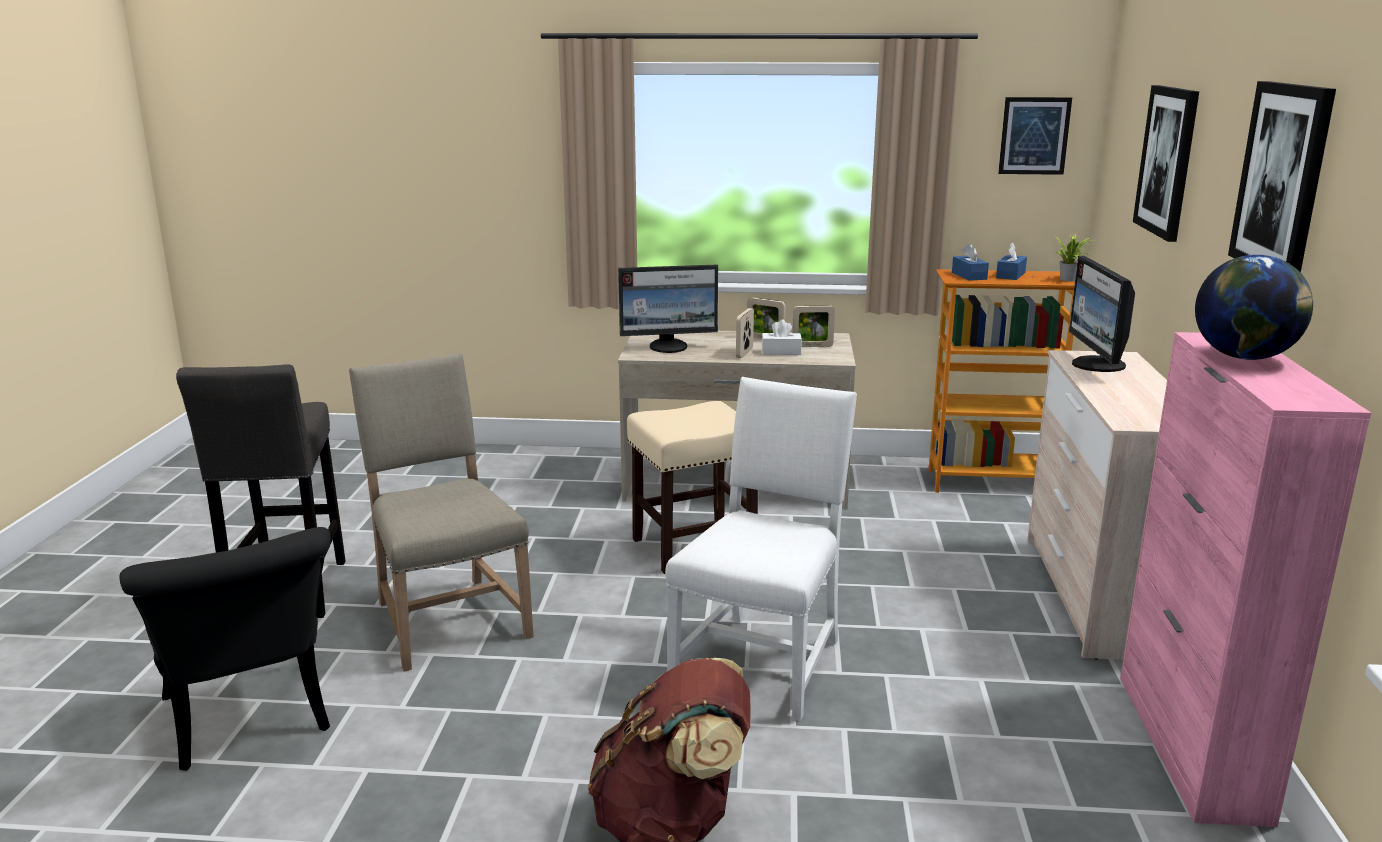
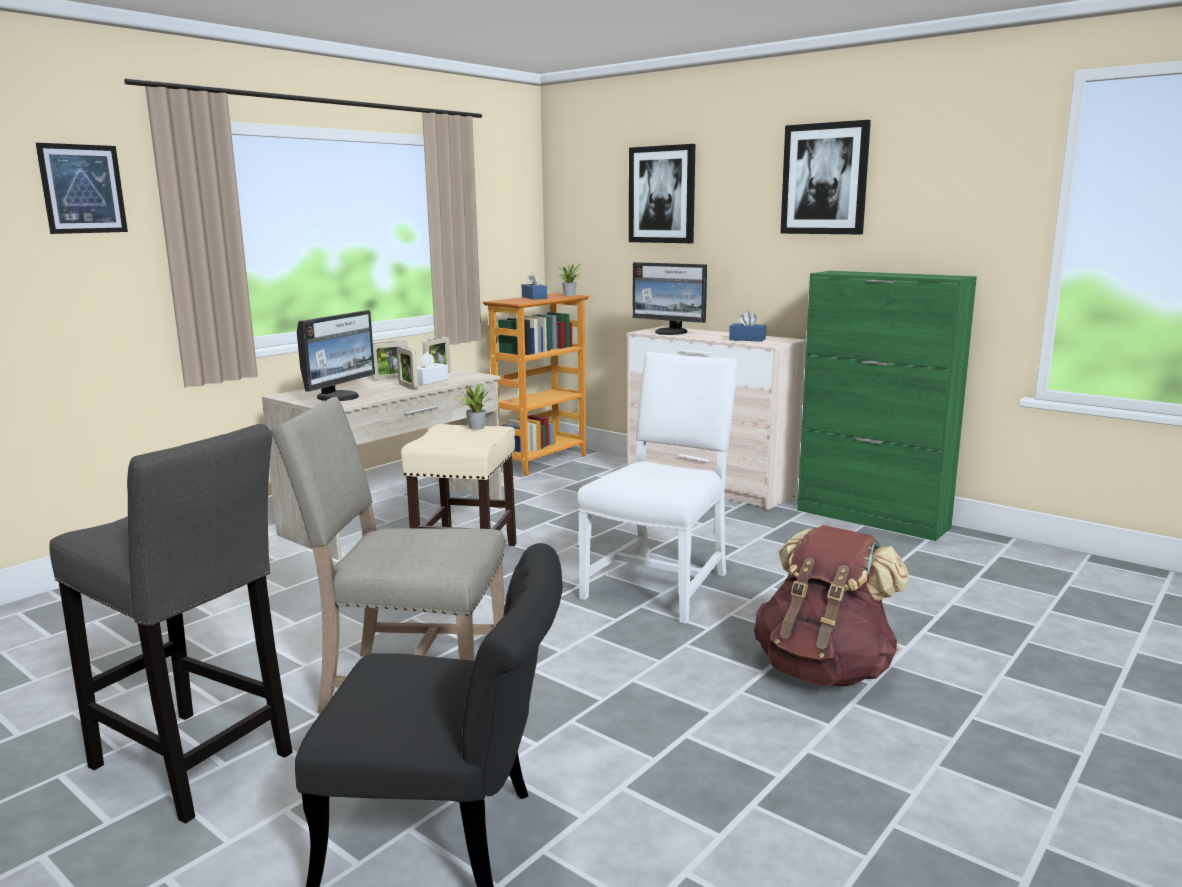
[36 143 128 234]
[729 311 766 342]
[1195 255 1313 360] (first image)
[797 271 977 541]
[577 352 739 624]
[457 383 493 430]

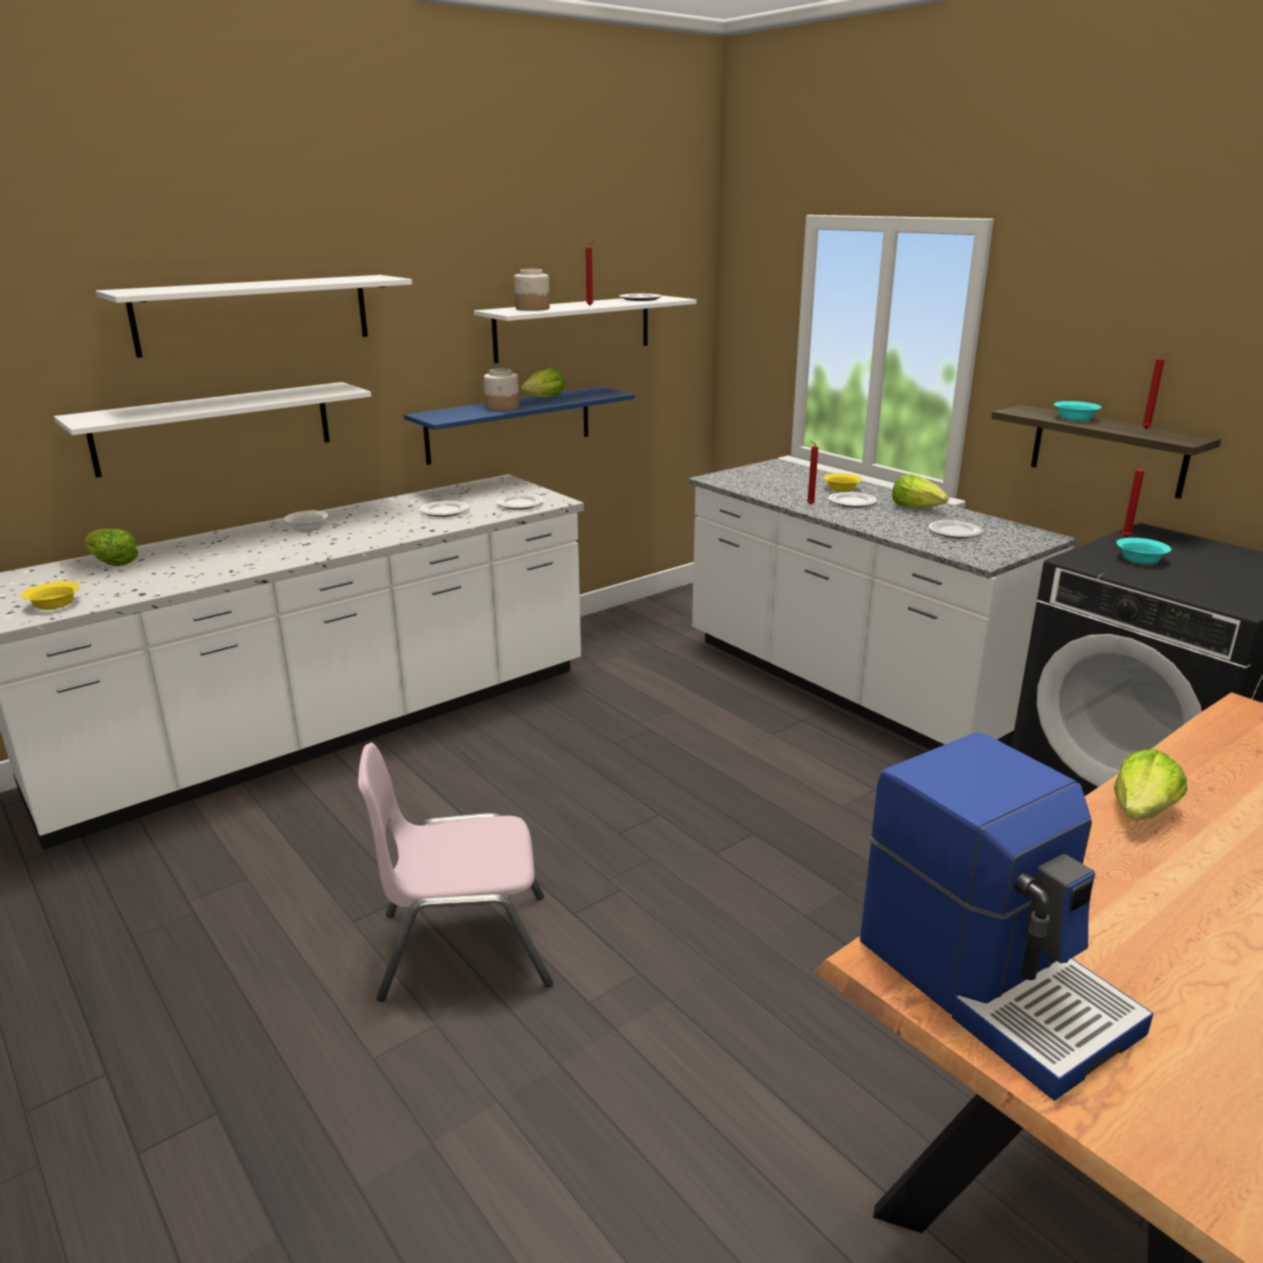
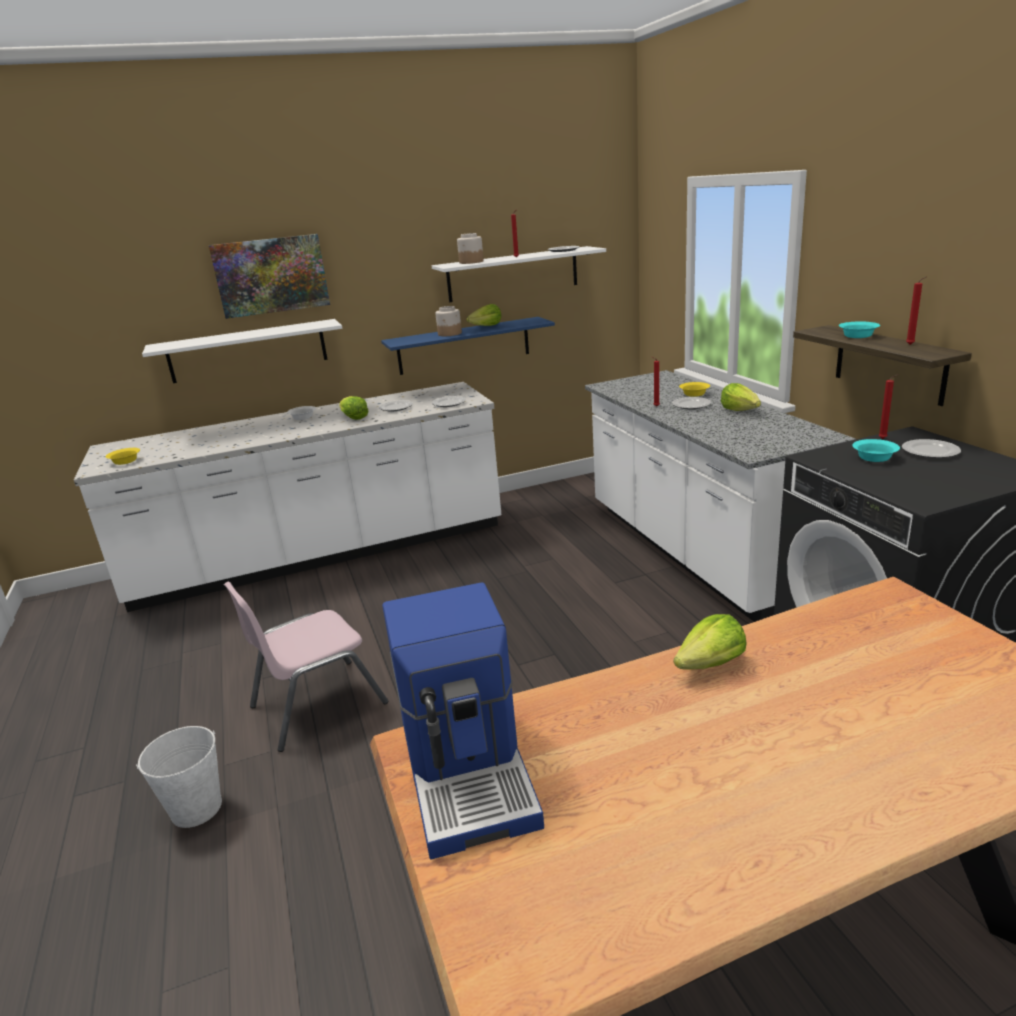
[209 234 330 319]
[902 439 961 458]
[339 396 368 420]
[224 581 388 752]
[136 726 222 828]

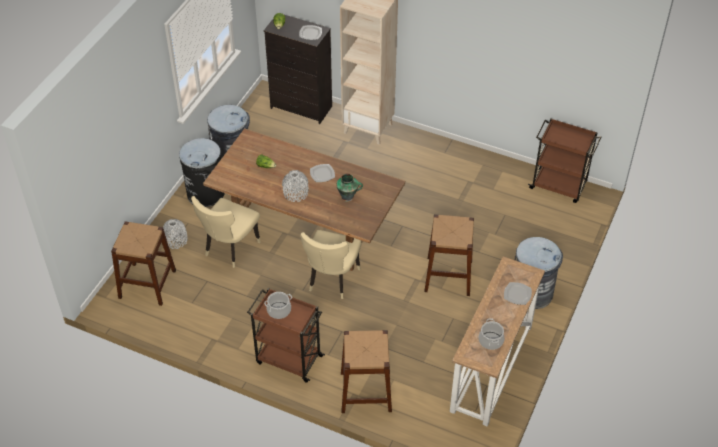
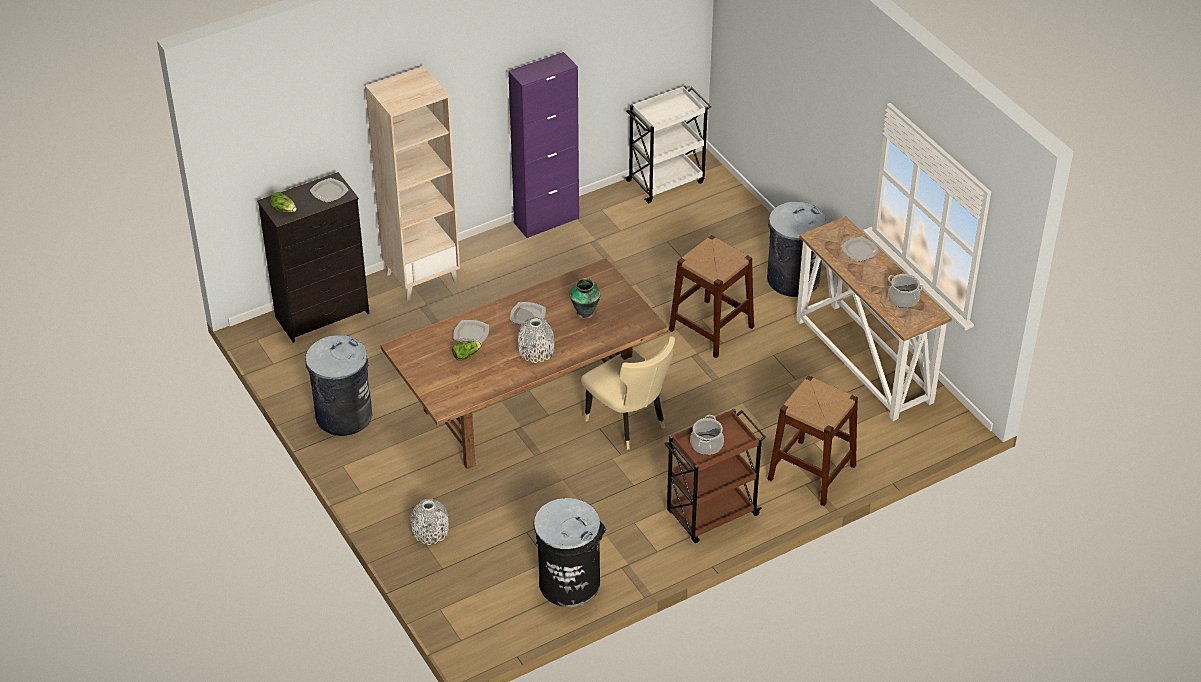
[624 86 711 203]
[534 498 606 608]
[191 196 261 268] (first image)
[111 221 176 306] (first image)
[508 52 579 238]
[453 320 489 344]

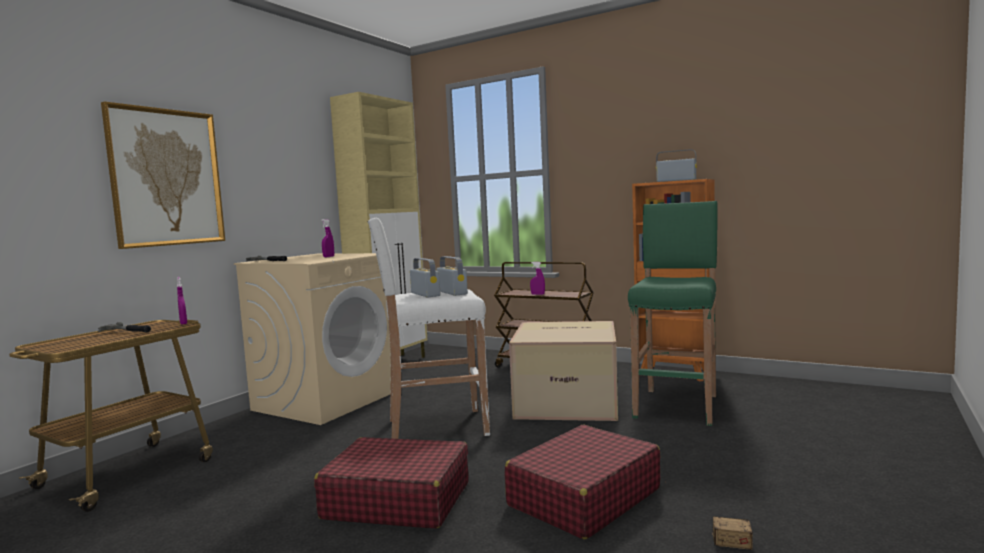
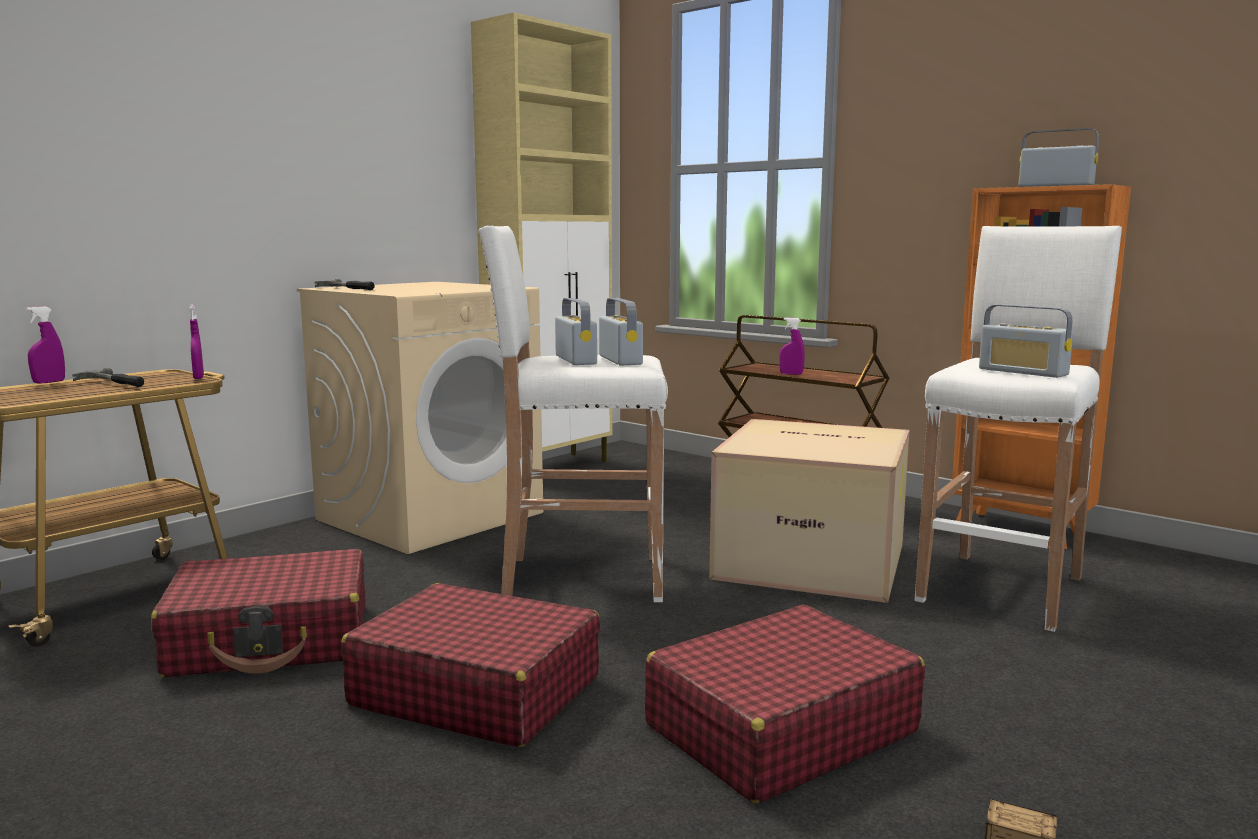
[101 102 225 249] (first image)
[914 226 1122 632]
[26 306 65 384]
[979 304 1073 378]
[151 549 365 677]

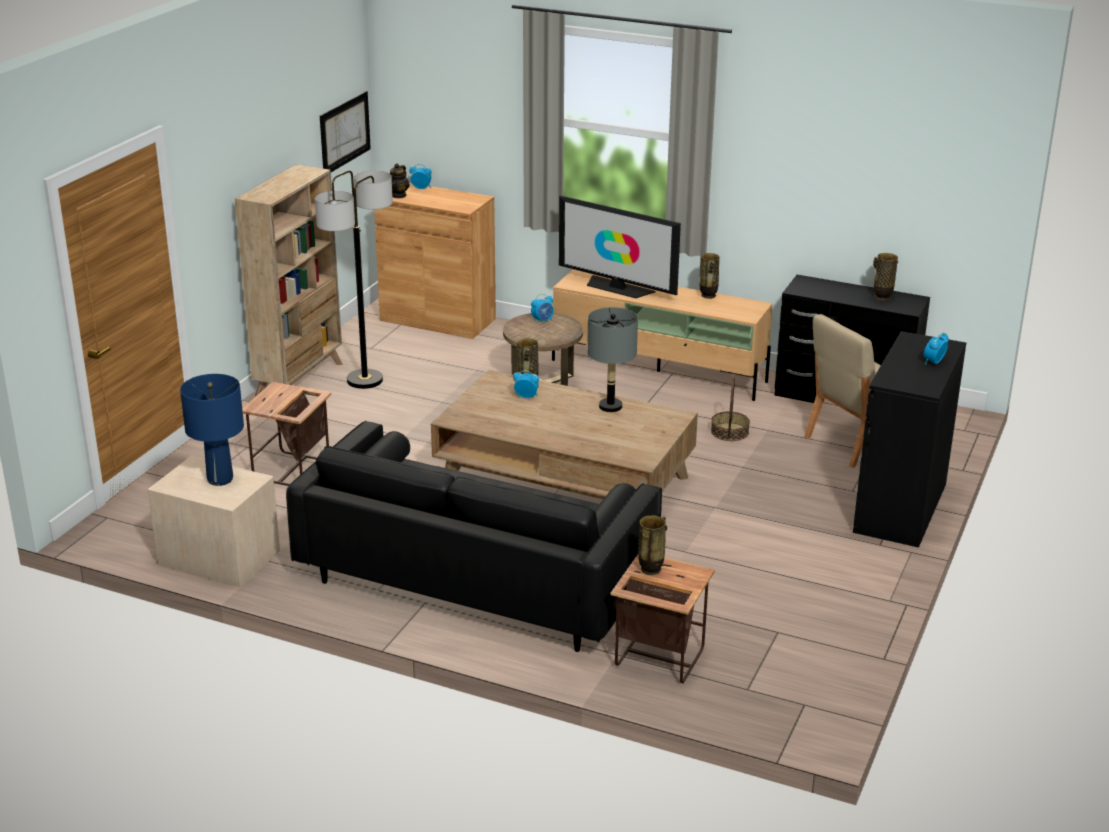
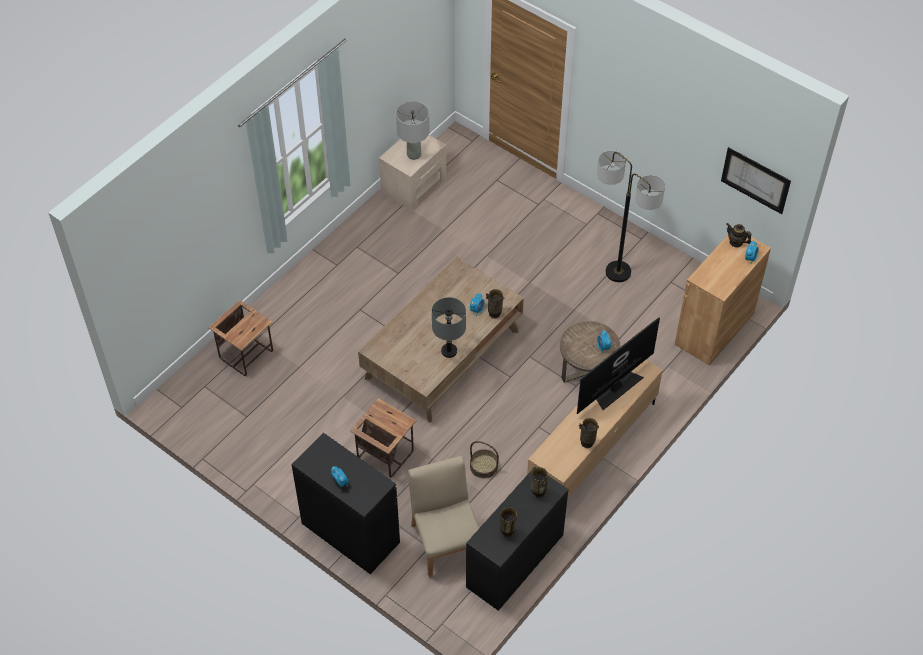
[235 164 343 397] (first image)
[396 101 430 160]
[350 398 416 477]
[286 421 662 652] (first image)
[531 467 548 498]

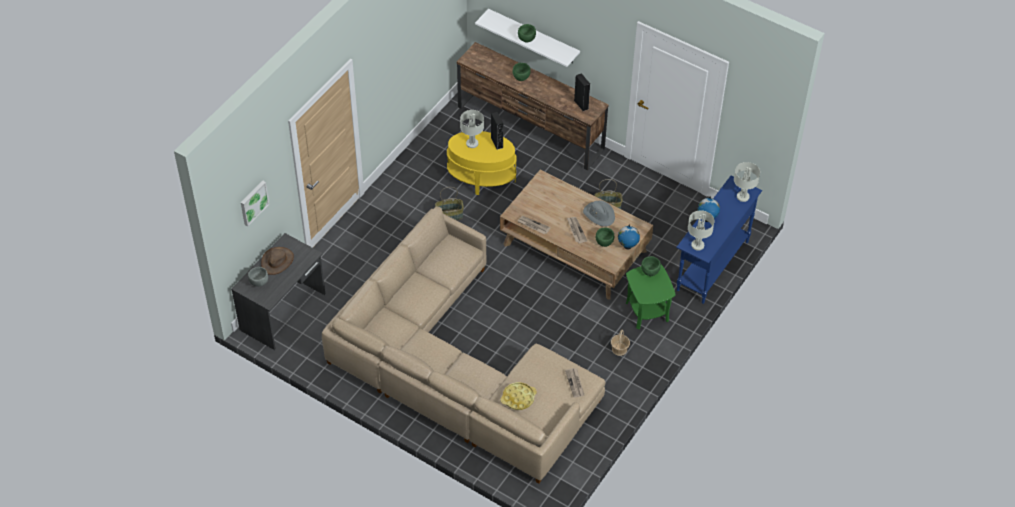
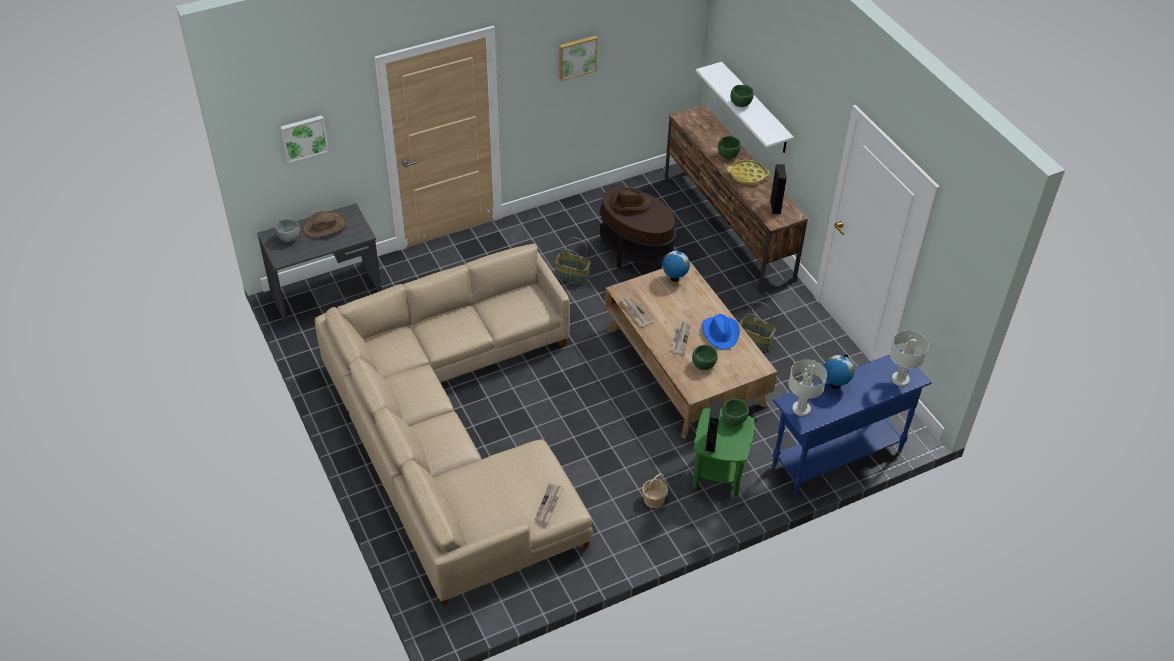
[610 188 652 211]
[705 399 721 453]
[599 188 676 269]
[702 314 740 350]
[662 250 690 282]
[727 160 770 185]
[559 36 598 81]

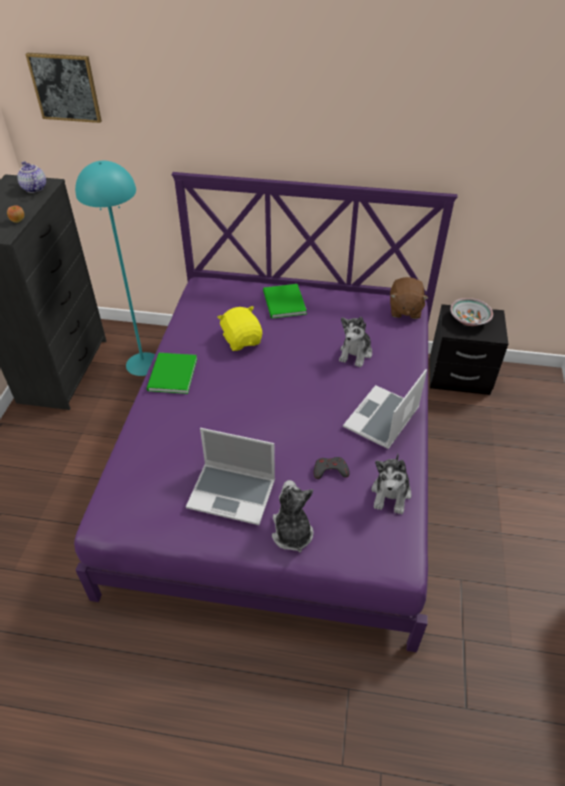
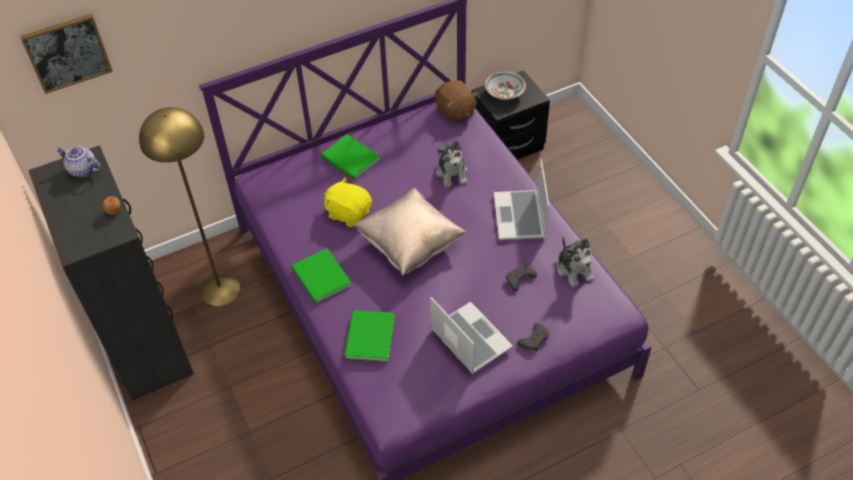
[139 107 240 306]
[430 297 513 374]
[517 323 549 351]
[353 188 467 276]
[344 310 395 362]

